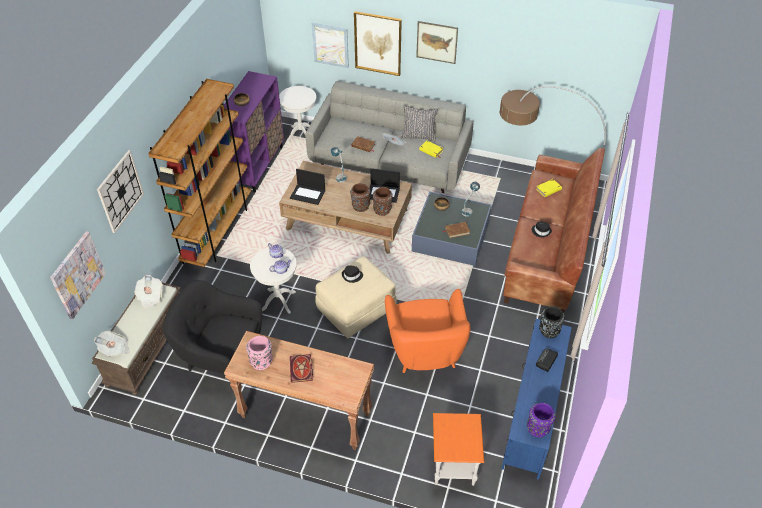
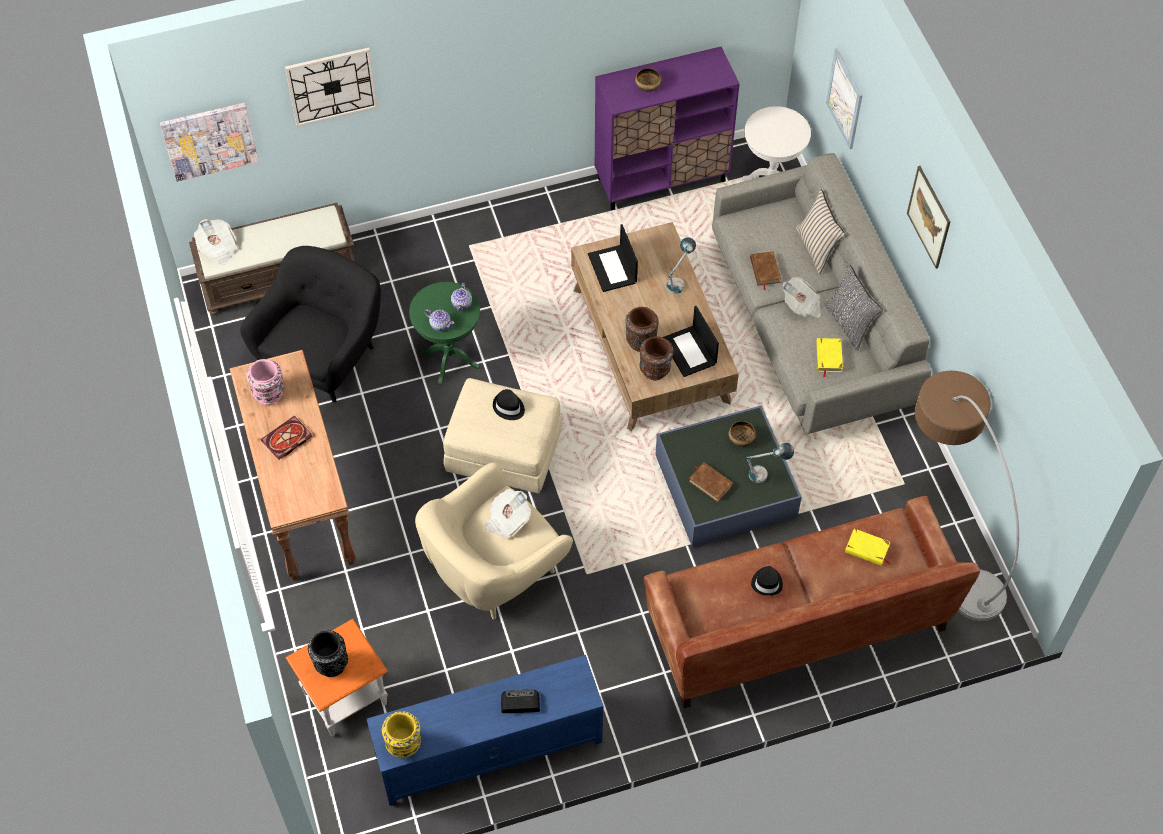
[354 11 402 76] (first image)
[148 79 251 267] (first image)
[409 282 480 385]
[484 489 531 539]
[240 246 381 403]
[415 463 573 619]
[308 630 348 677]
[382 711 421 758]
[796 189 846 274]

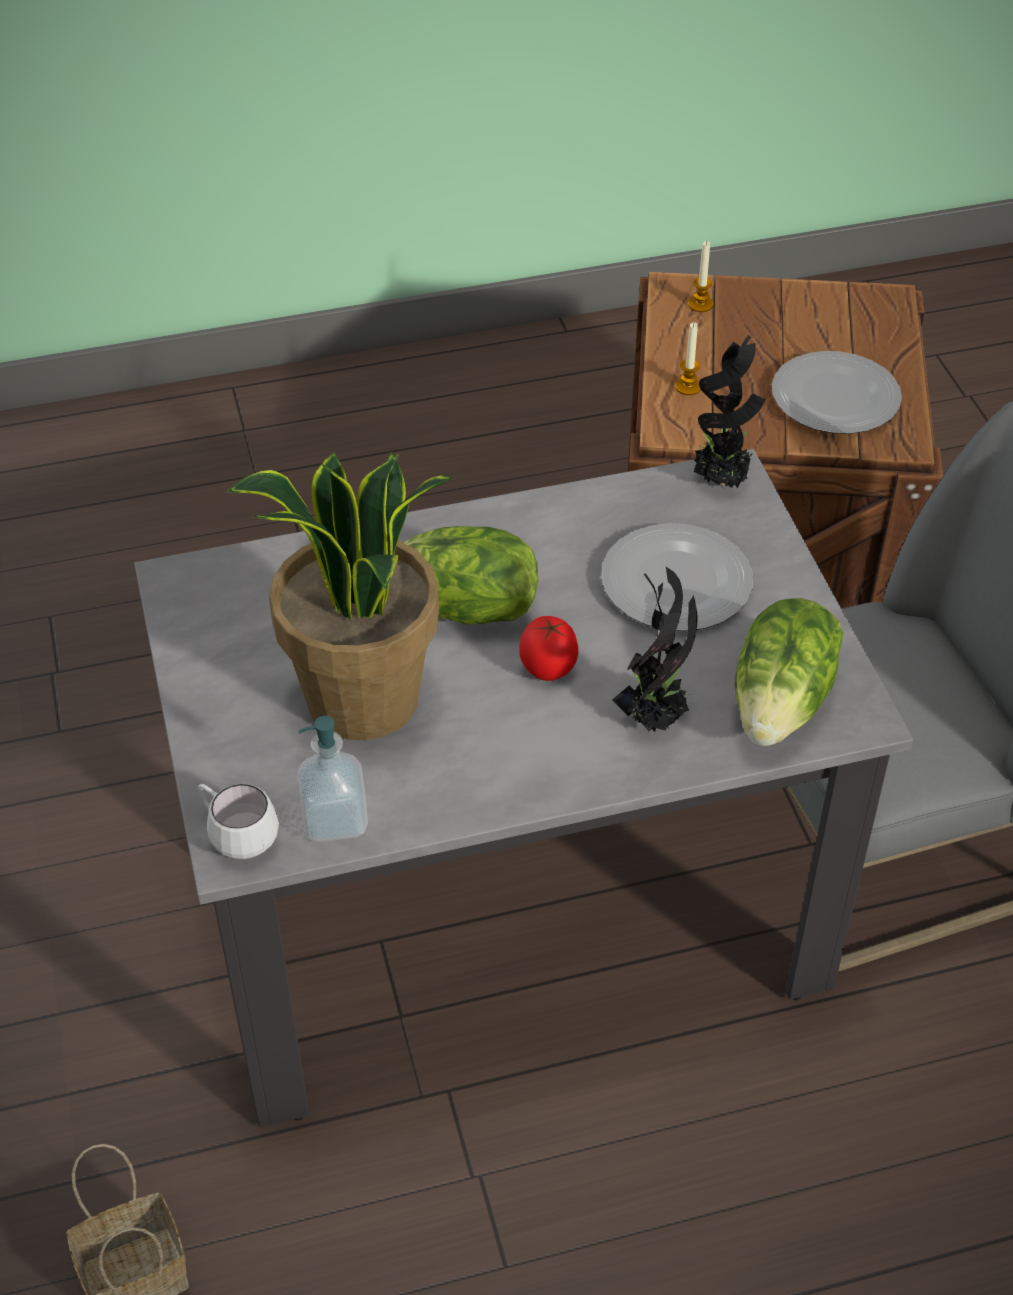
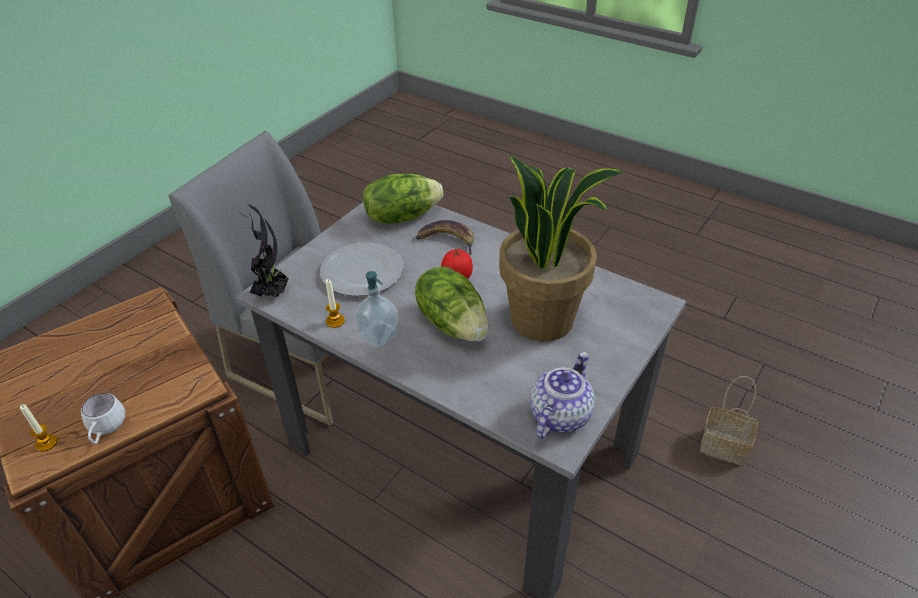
[326 279 345 328]
[772 351 902 434] (first image)
[416 220 474 255]
[354 271 399 348]
[81 393 125 444]
[530 352 595 439]

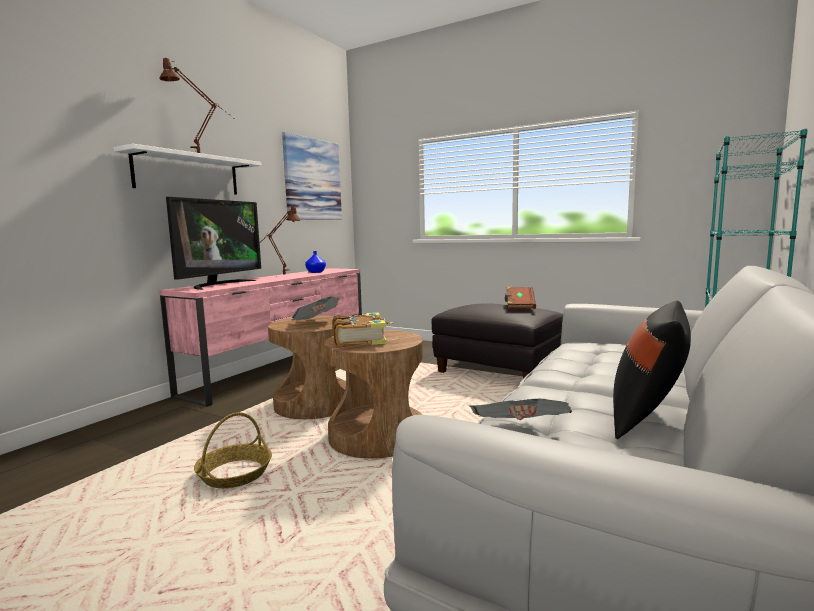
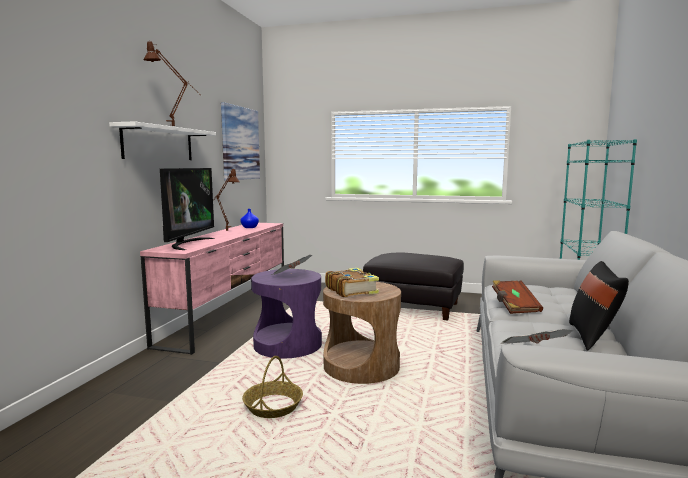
[492 280 543 314]
[251 269 322 358]

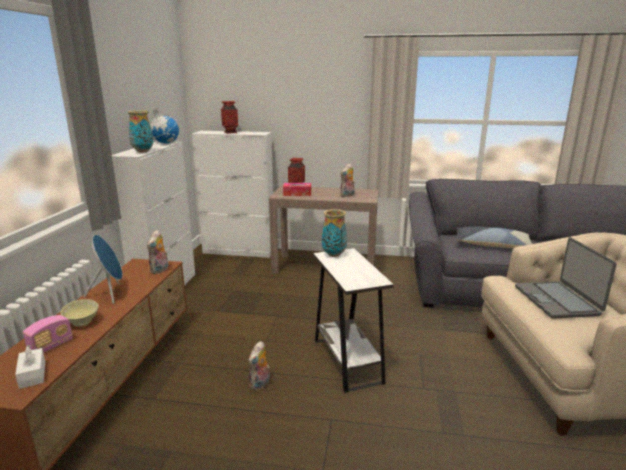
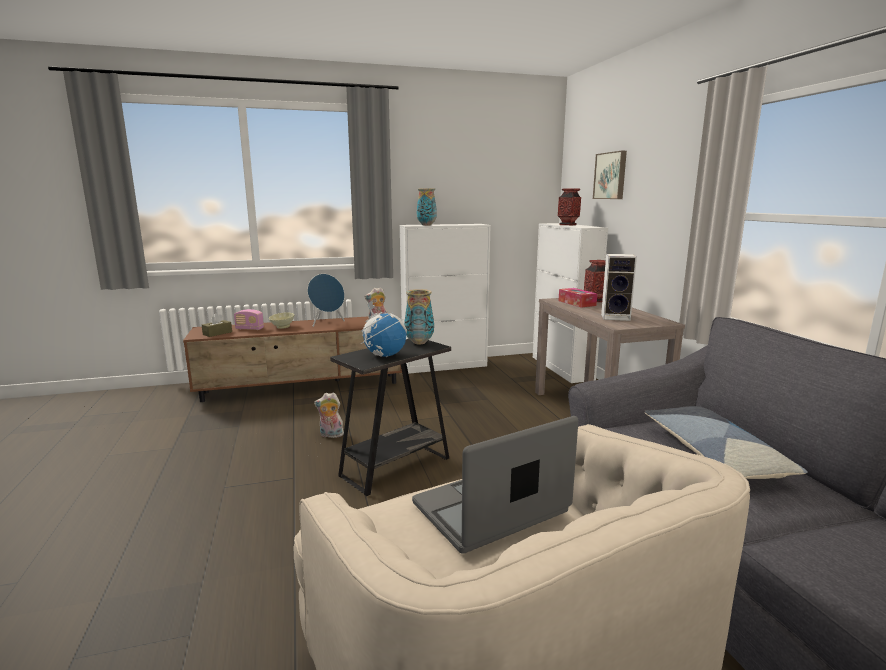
[361 300 407 357]
[601 254 637 321]
[330 339 451 496]
[202 313 232 337]
[593 151 627 199]

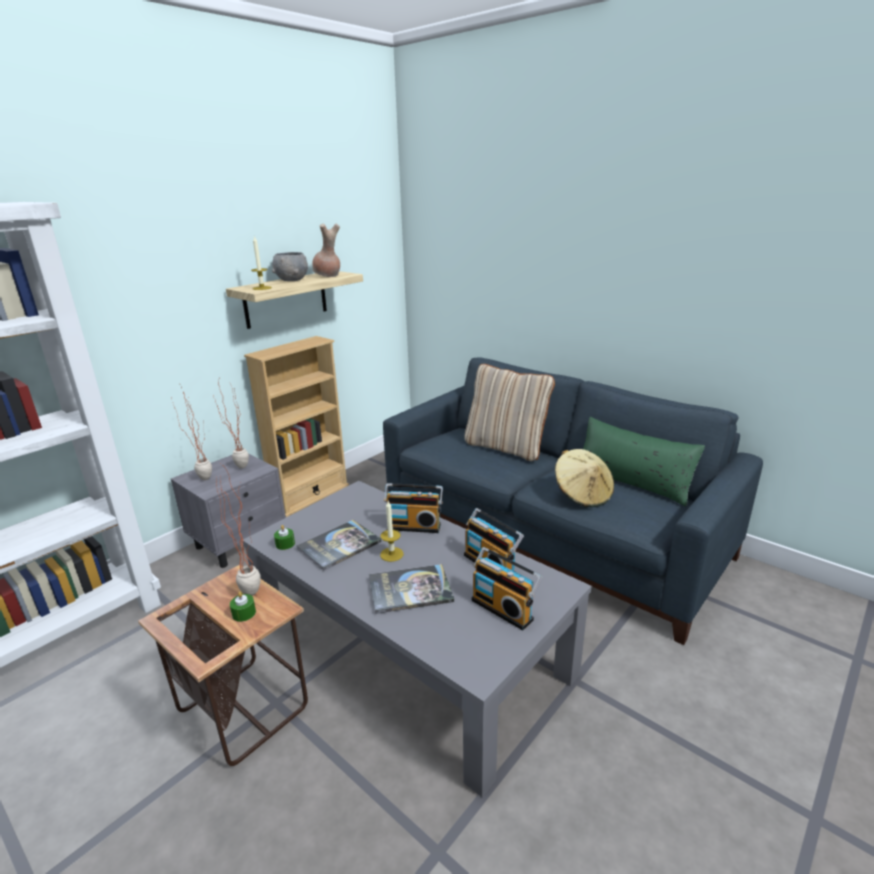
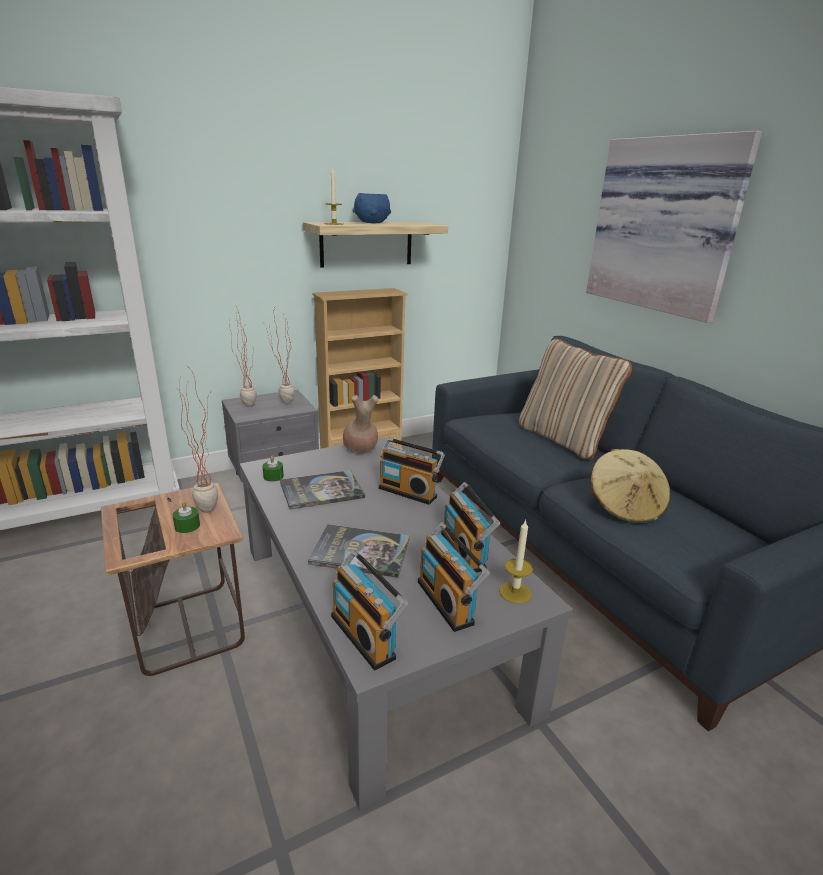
[343 395 378 454]
[353 193 391 223]
[583 417 705 506] (first image)
[499 519 533 604]
[586 131 762 323]
[331 550 408 670]

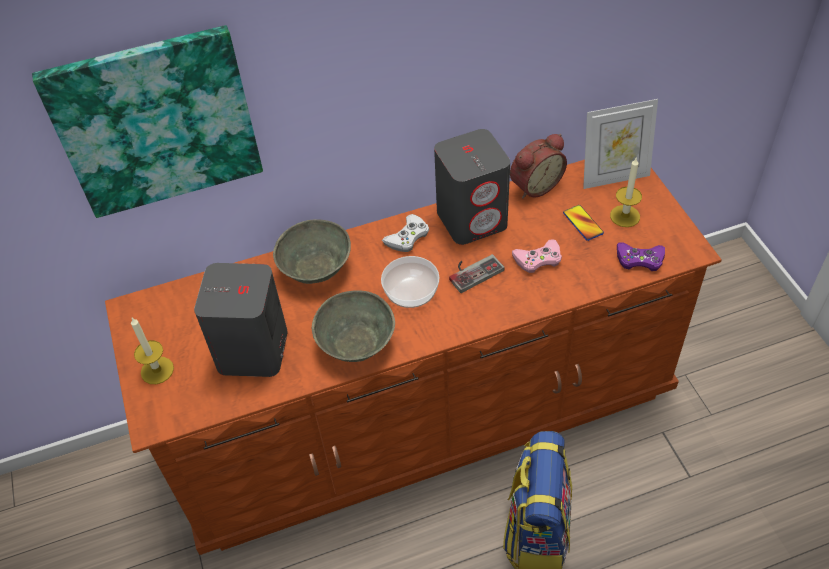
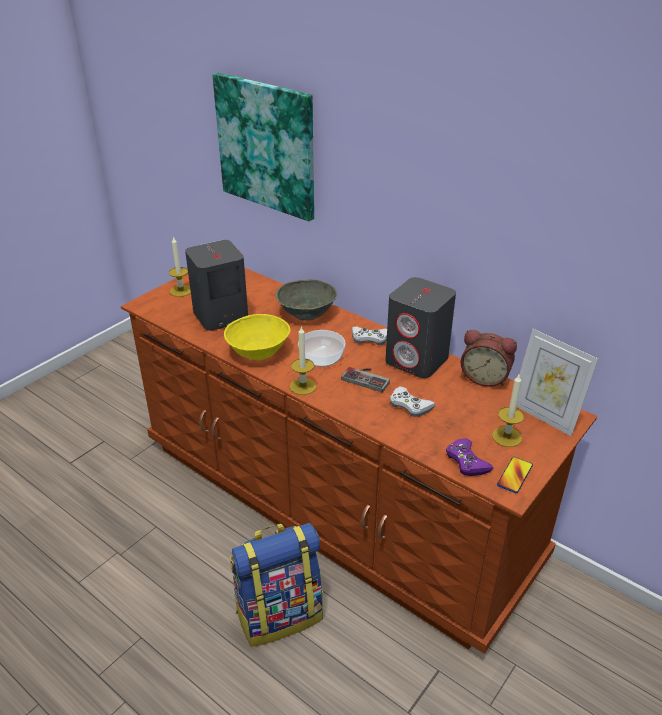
[497 457 533 493]
[390 386 435 417]
[224 314 290 360]
[290 326 317 395]

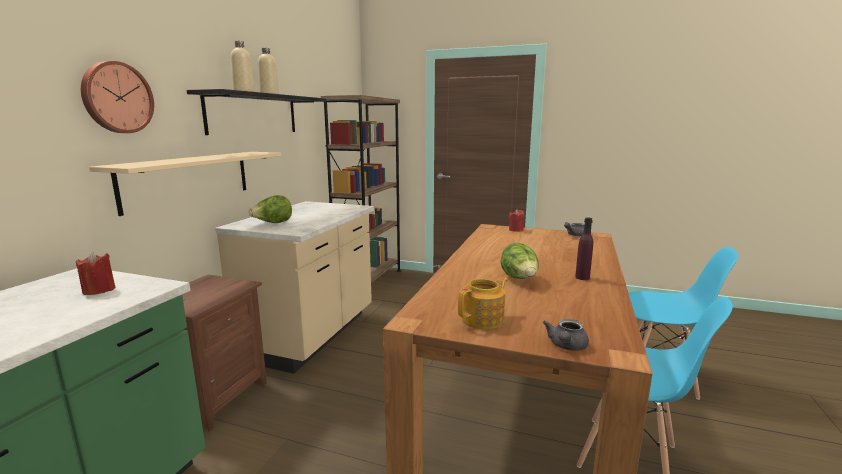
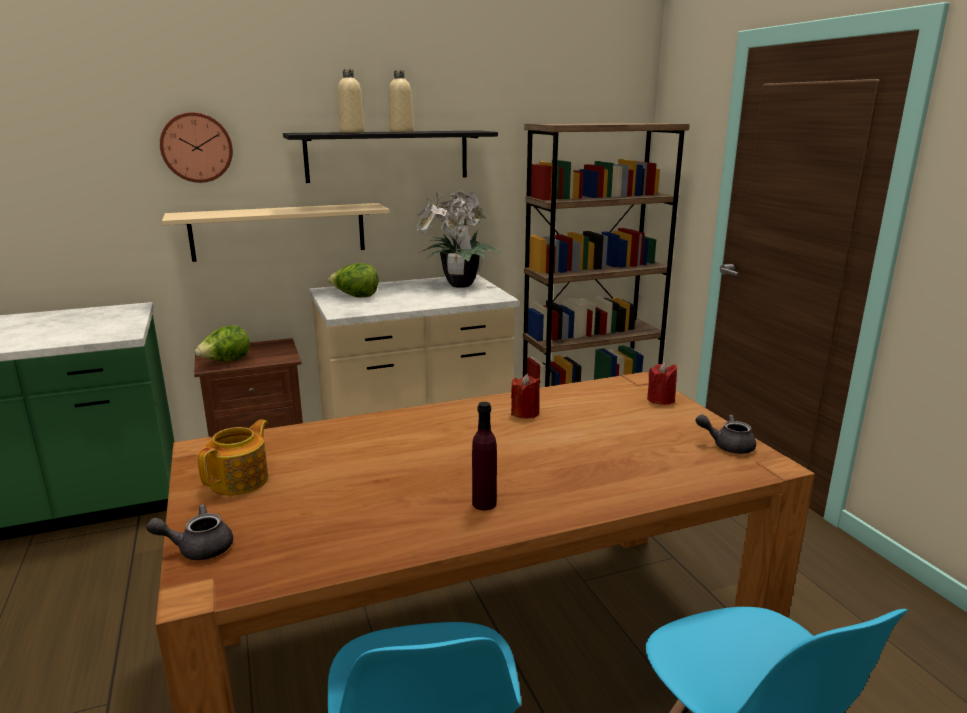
[195 325 250 361]
[511 374 540 419]
[197 419 268 496]
[416 189 502 288]

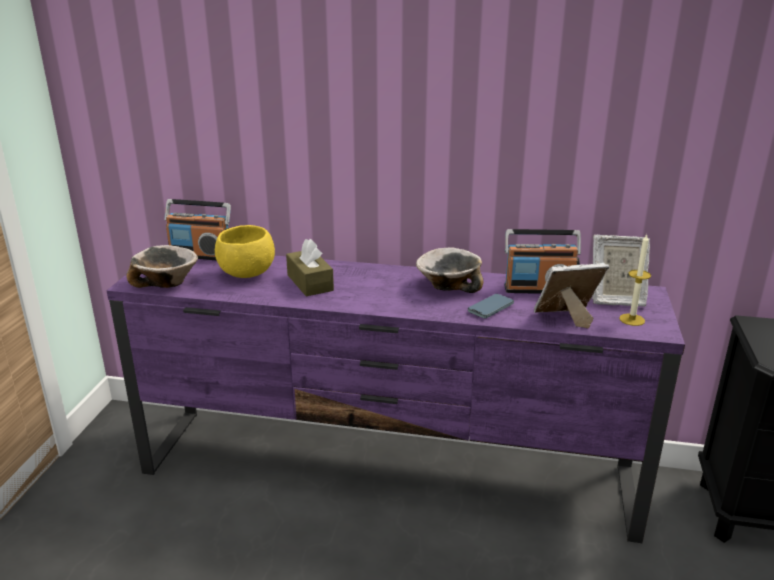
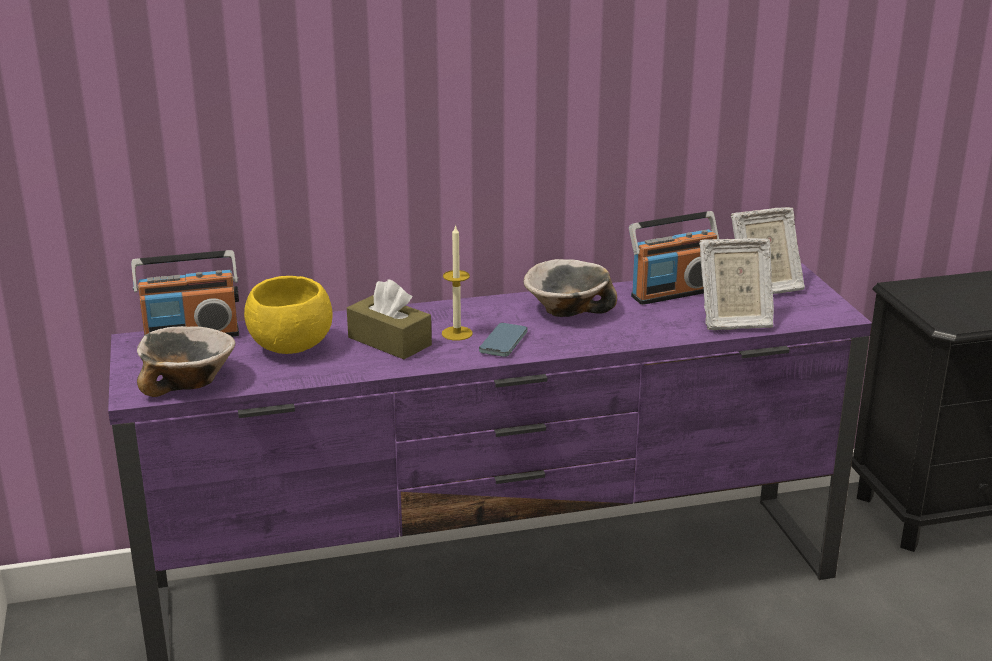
[442 224 473 341]
[699 238 774 330]
[479 323 528 357]

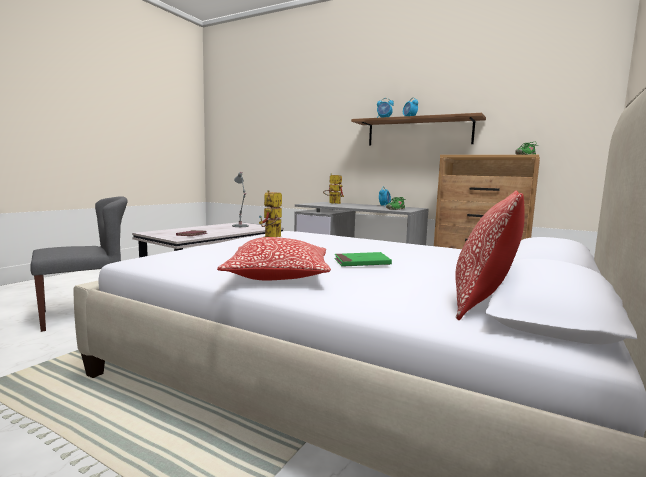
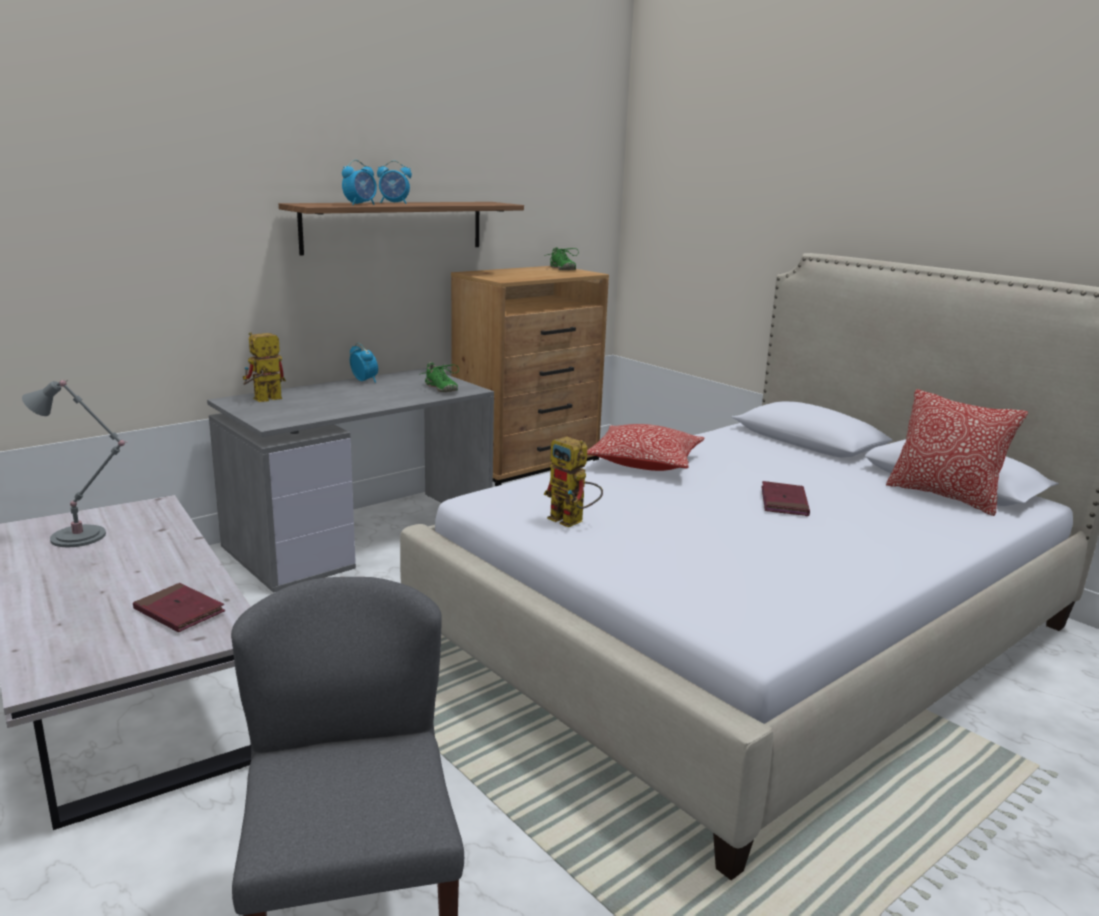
[587 424 704 471]
[761 481 810 516]

